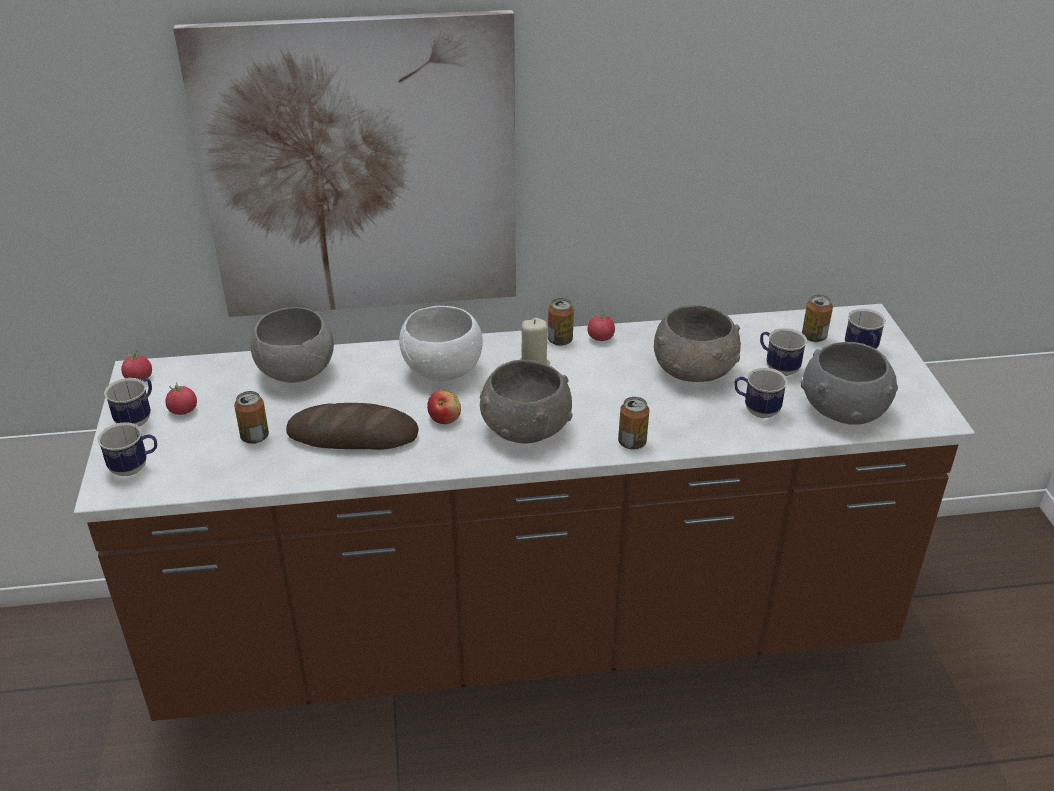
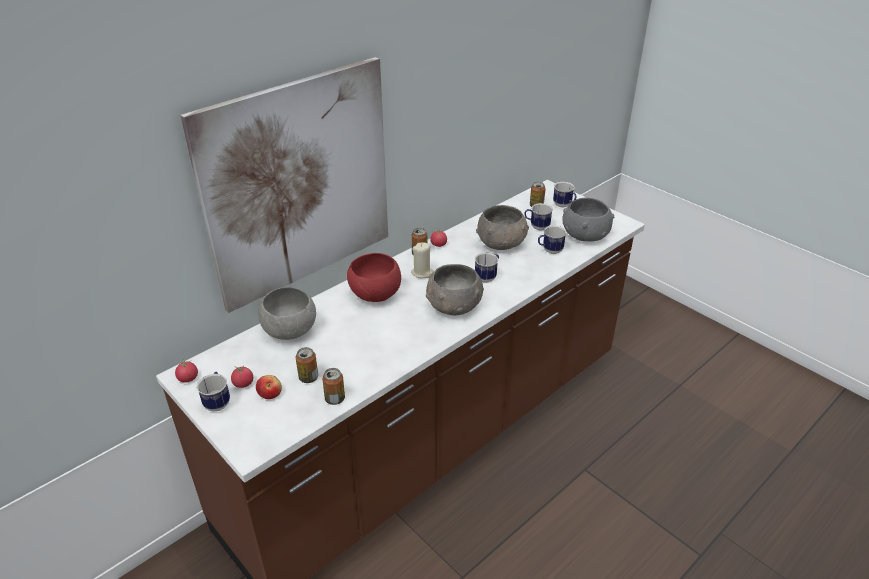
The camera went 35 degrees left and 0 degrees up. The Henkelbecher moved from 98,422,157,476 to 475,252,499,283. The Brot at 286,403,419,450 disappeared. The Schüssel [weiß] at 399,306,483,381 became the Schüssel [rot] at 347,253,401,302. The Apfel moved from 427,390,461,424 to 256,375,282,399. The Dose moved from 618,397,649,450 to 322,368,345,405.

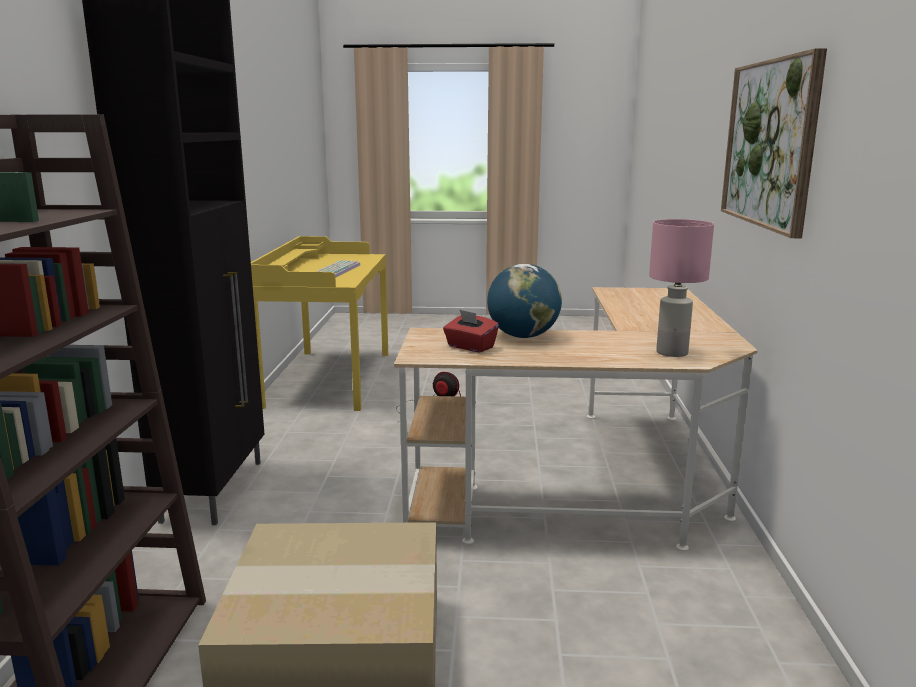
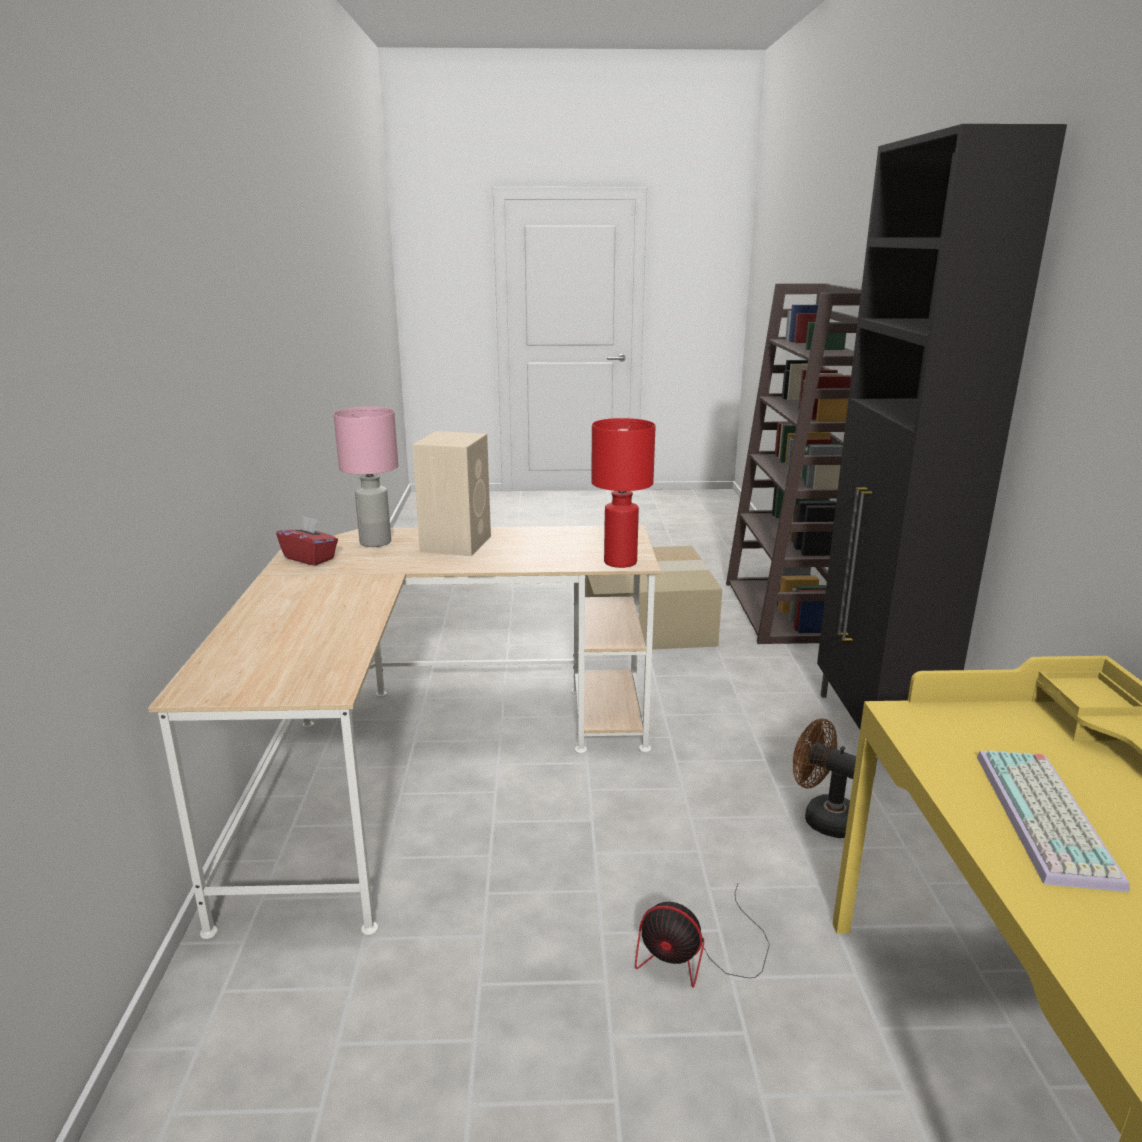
The camera went 175 degrees right and 5 degrees up. The Taschentuchbox [rot] moved from 443,309,499,352 to 276,516,338,566. The Globus at 487,264,562,338 disappeared. The Bild at 721,48,827,238 disappeared. The Lautsprecher [beige] at 412,431,491,556 appeared. The Tischlampe [rot] at 591,418,656,568 appeared. The Ventilator [braun] at 793,718,856,838 appeared.

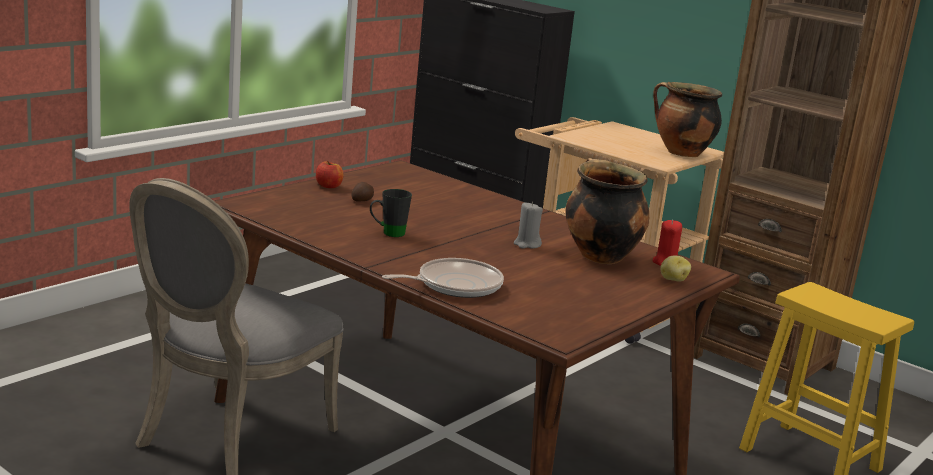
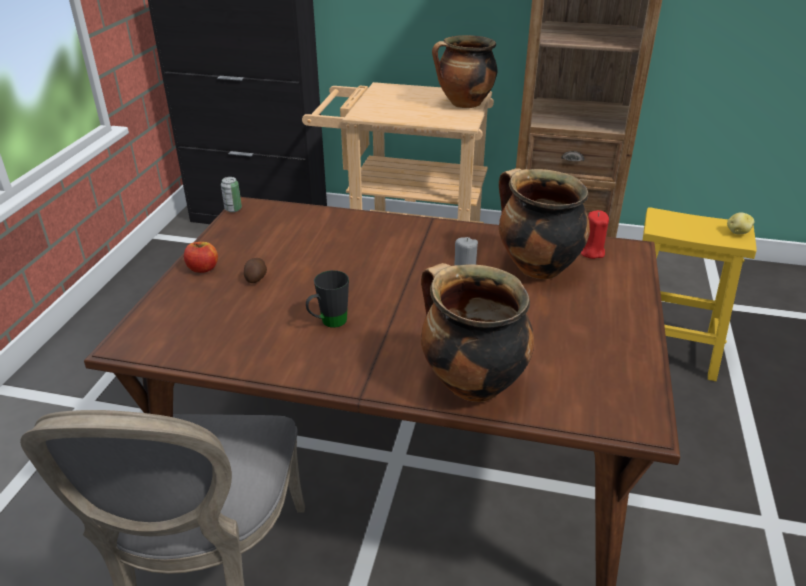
The camera went 25 degrees left and 15 degrees up. The Pfanne at 382,258,504,298 was replaced by the Kochtopf at 421,263,534,402. The Kartoffel moved from 660,256,691,282 to 727,212,754,234. The Dose at 221,177,242,212 appeared.

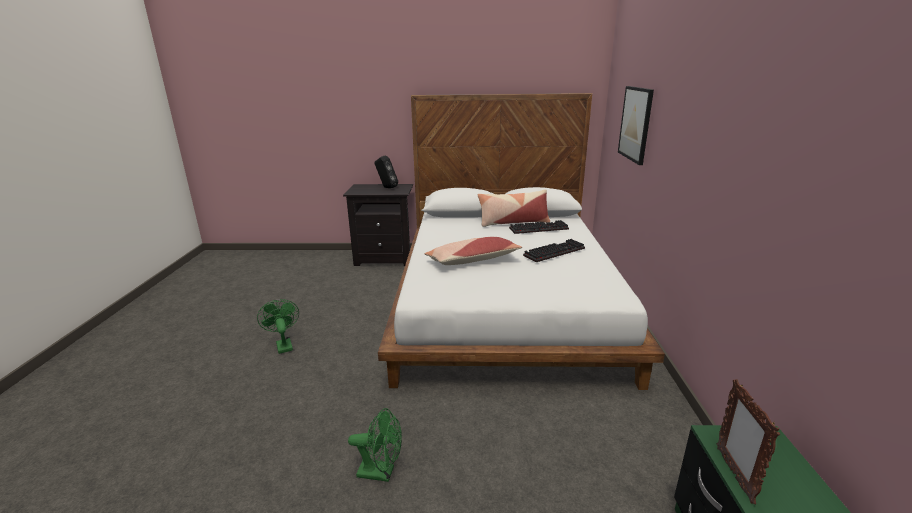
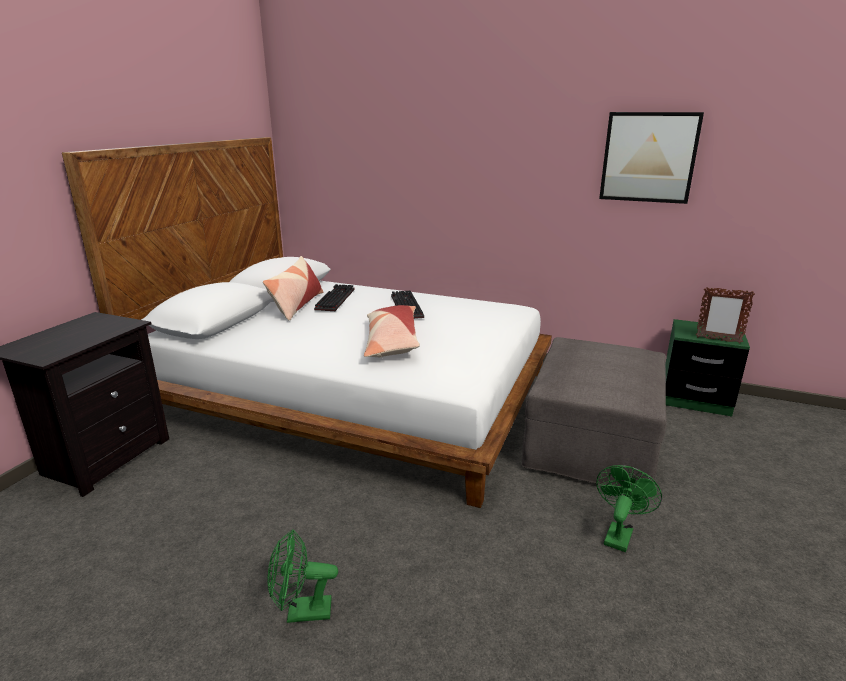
The camera went 70 degrees left and 0 degrees up. The Lautsprecher [schwarz] at 375,156,398,188 disappeared. The Bild moved from 618,86,654,165 to 599,112,704,204. The Polsterhocker [grau] at 522,337,667,487 appeared.

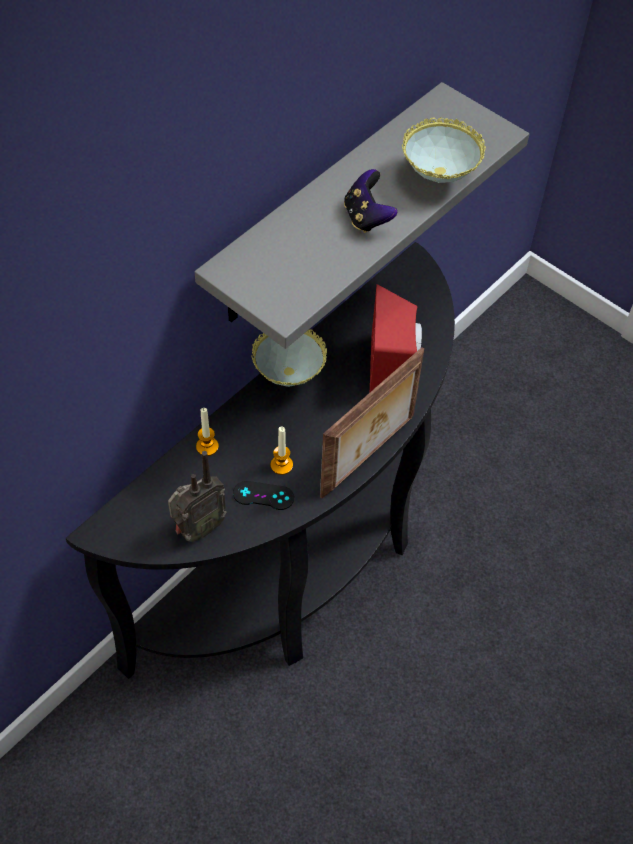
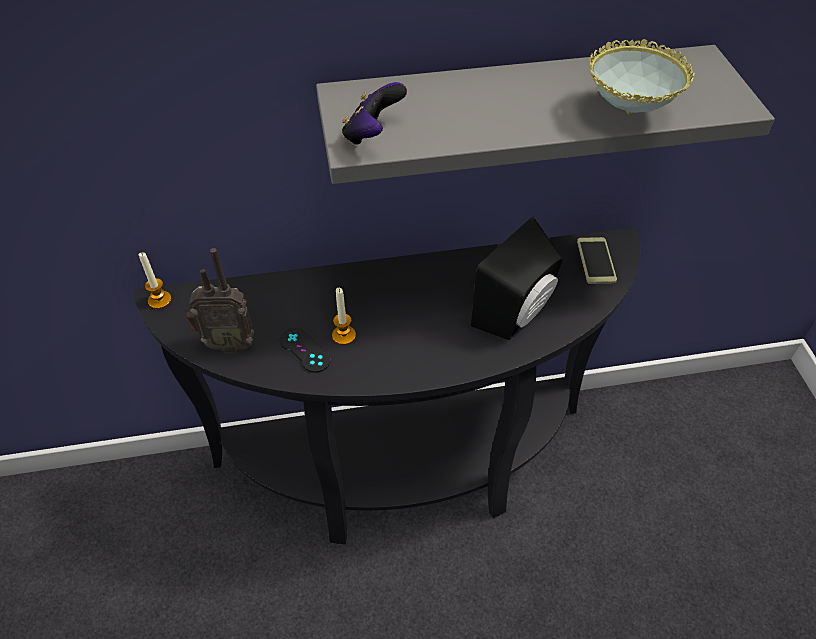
The camera went 40 degrees right and 5 degrees down. The Kerze moved from 196,408,219,456 to 139,252,171,309. The Schüssel at 251,329,327,387 disappeared. The Bilderrahmen at 320,347,424,498 disappeared. The Gamepad moved from 344,169,397,233 to 342,82,407,146. The Lautsprecher [rot] at 370,284,422,392 became the Lautsprecher [schwarz] at 471,216,563,340. The Handy at 577,237,617,284 appeared.

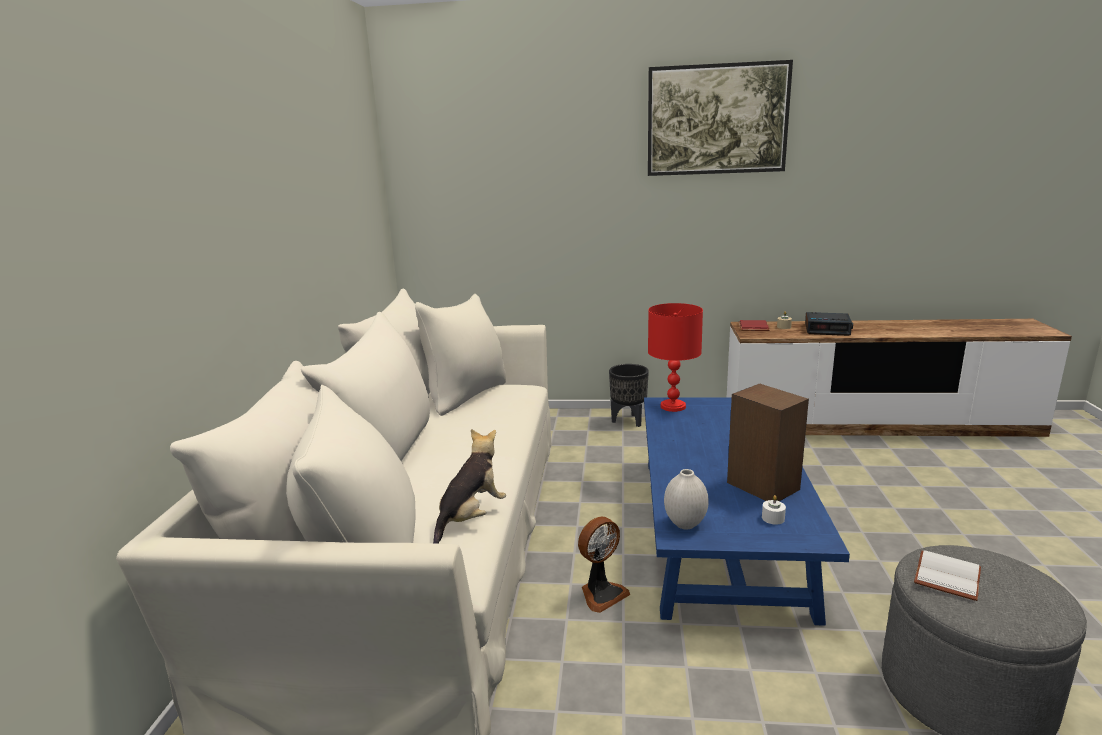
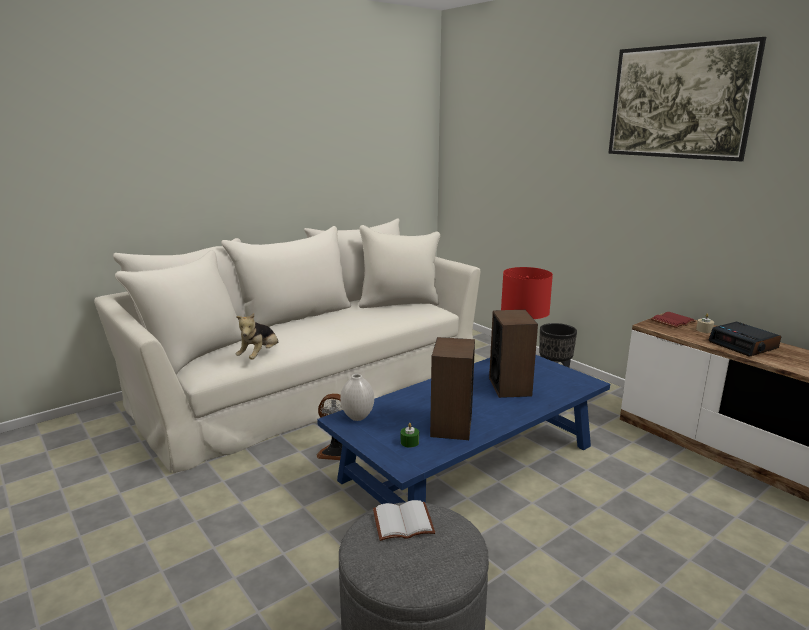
The camera went 45 degrees right and 0 degrees up. The Plüschtier at 433,429,506,544 turned 120 degrees clockwise. The Kerze [weiß] at 762,495,786,525 became the Kerze [grün] at 401,423,419,448. The Lautsprecher at 489,310,538,398 appeared.

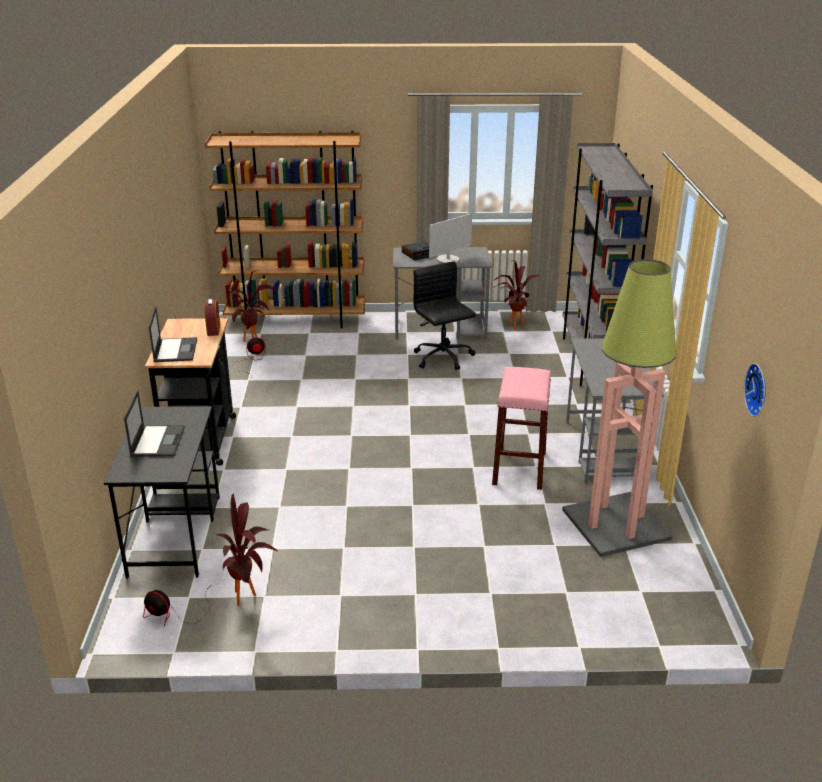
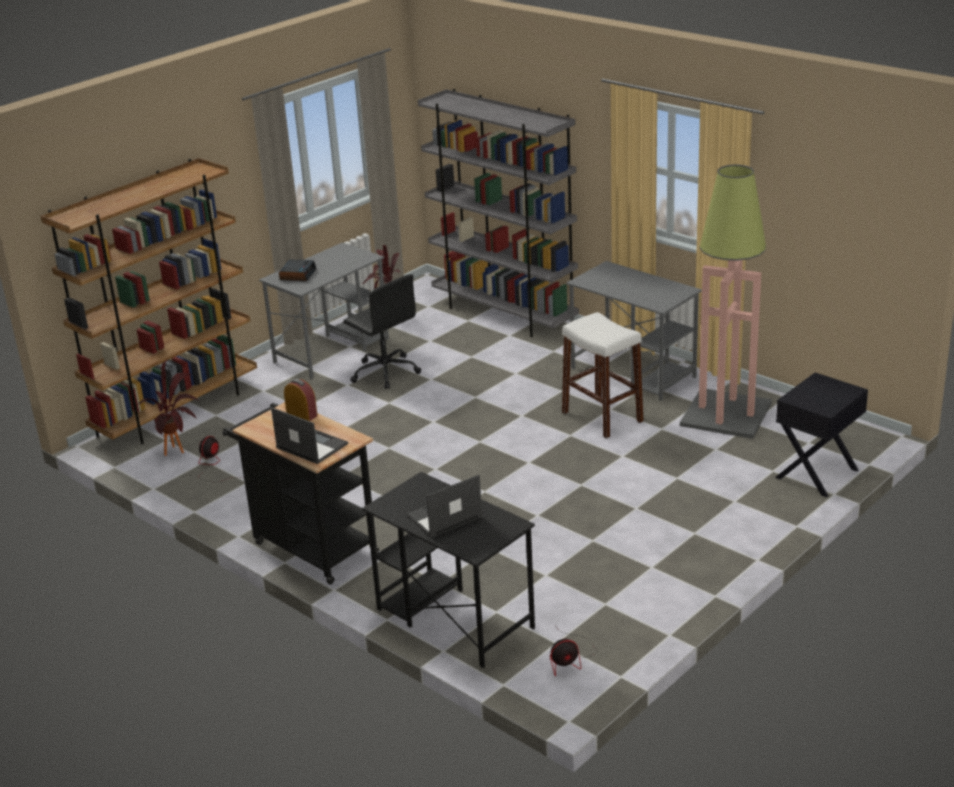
The camera went 45 degrees left and 0 degrees up. The Laptop at 124,390,185,457 turned 75 degrees counterclockwise. The Topfpflanze at 217,493,279,606 disappeared. The Bürostuhl [schwarz] at 413,262,476,370 turned 150 degrees counterclockwise. The Monitor at 429,213,472,263 disappeared. The Hocker [rosa] at 492,367,551,490 became the Hocker [weiß] at 562,312,644,439. The Wanduhr at 744,363,766,417 disappeared. The Nachttisch [schwarz] at 775,373,868,497 appeared.

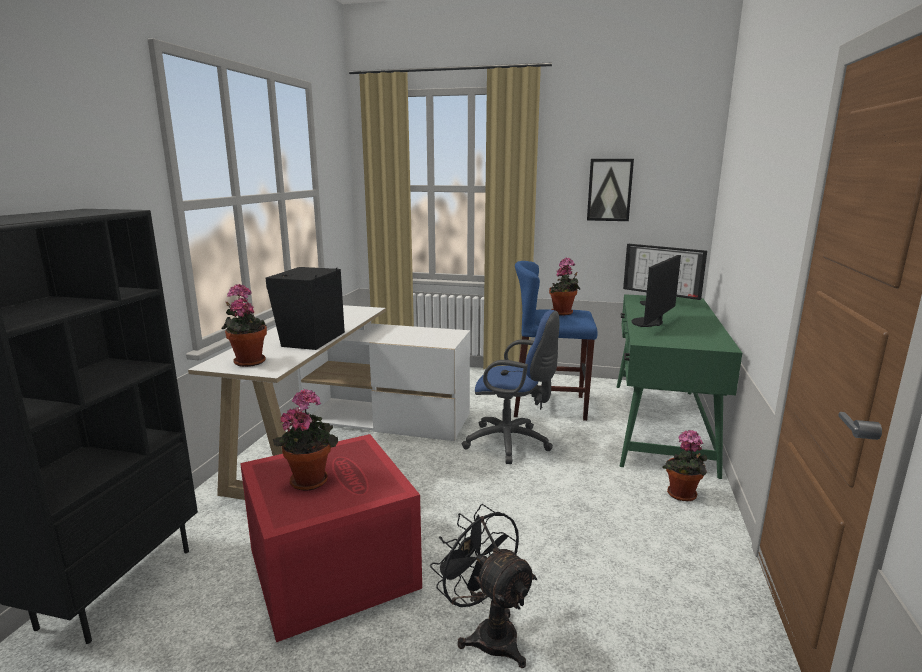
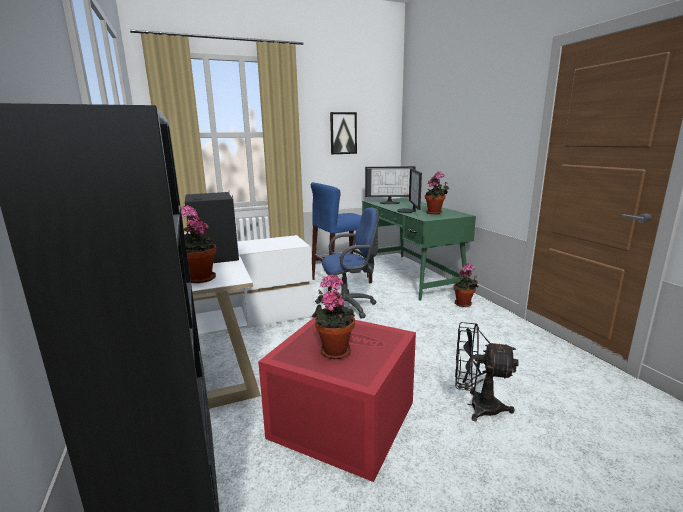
The camera went 35 degrees left and 0 degrees up. The Topfpflanze moved from 549,257,580,316 to 425,171,449,214.

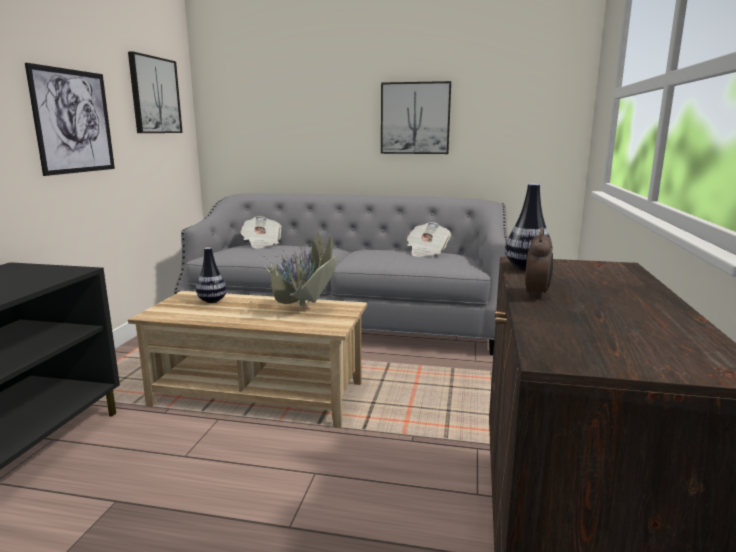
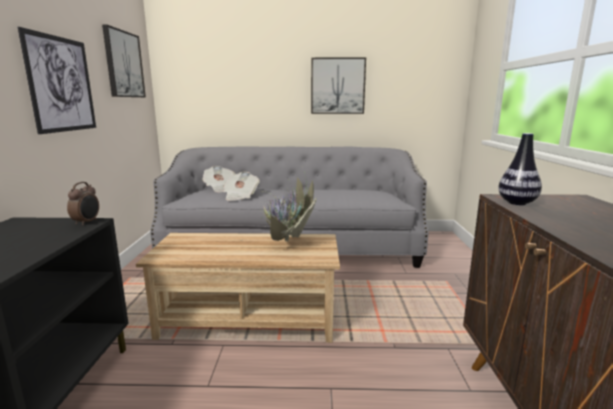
The camera went 10 degrees left and 0 degrees up. The Vase at 196,247,227,303 disappeared. The Zeitung moved from 407,222,451,257 to 223,172,260,201. The Wecker moved from 525,227,553,300 to 67,182,99,226.

